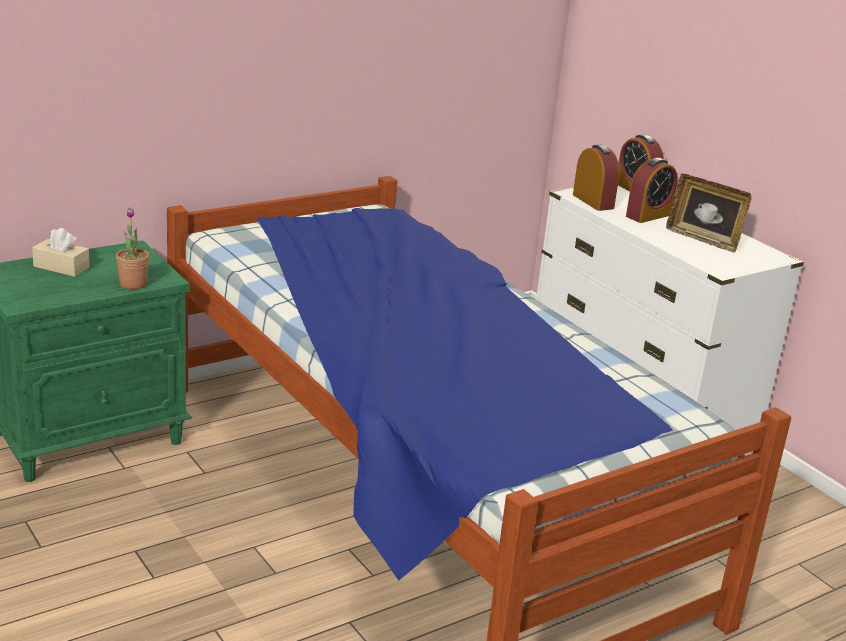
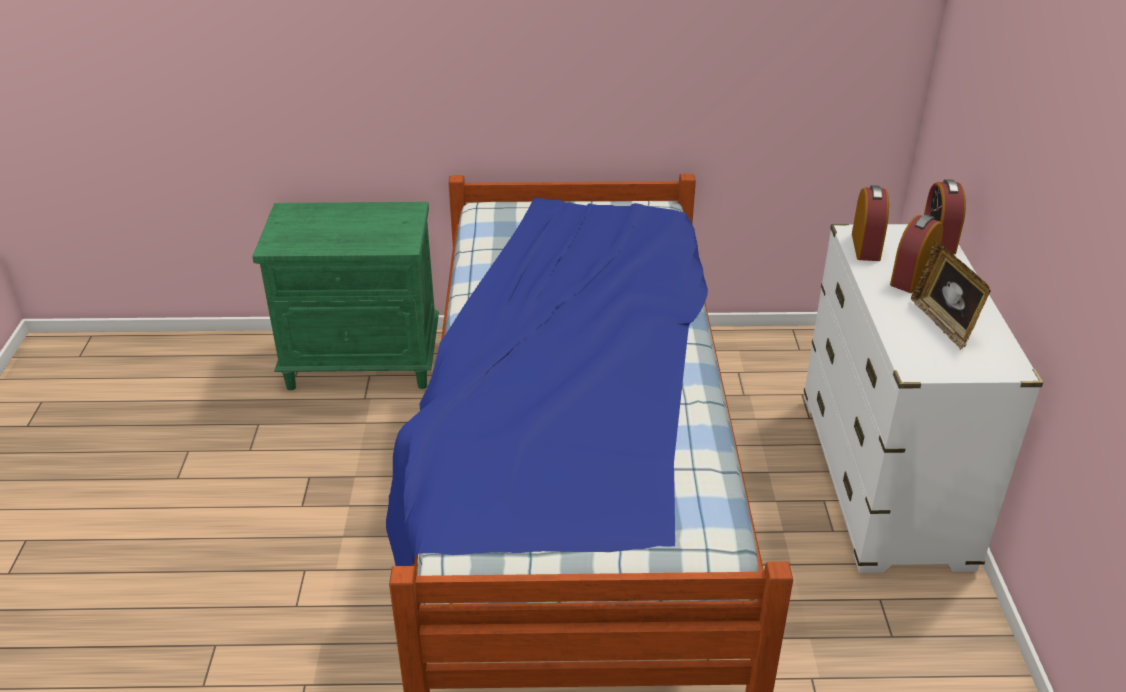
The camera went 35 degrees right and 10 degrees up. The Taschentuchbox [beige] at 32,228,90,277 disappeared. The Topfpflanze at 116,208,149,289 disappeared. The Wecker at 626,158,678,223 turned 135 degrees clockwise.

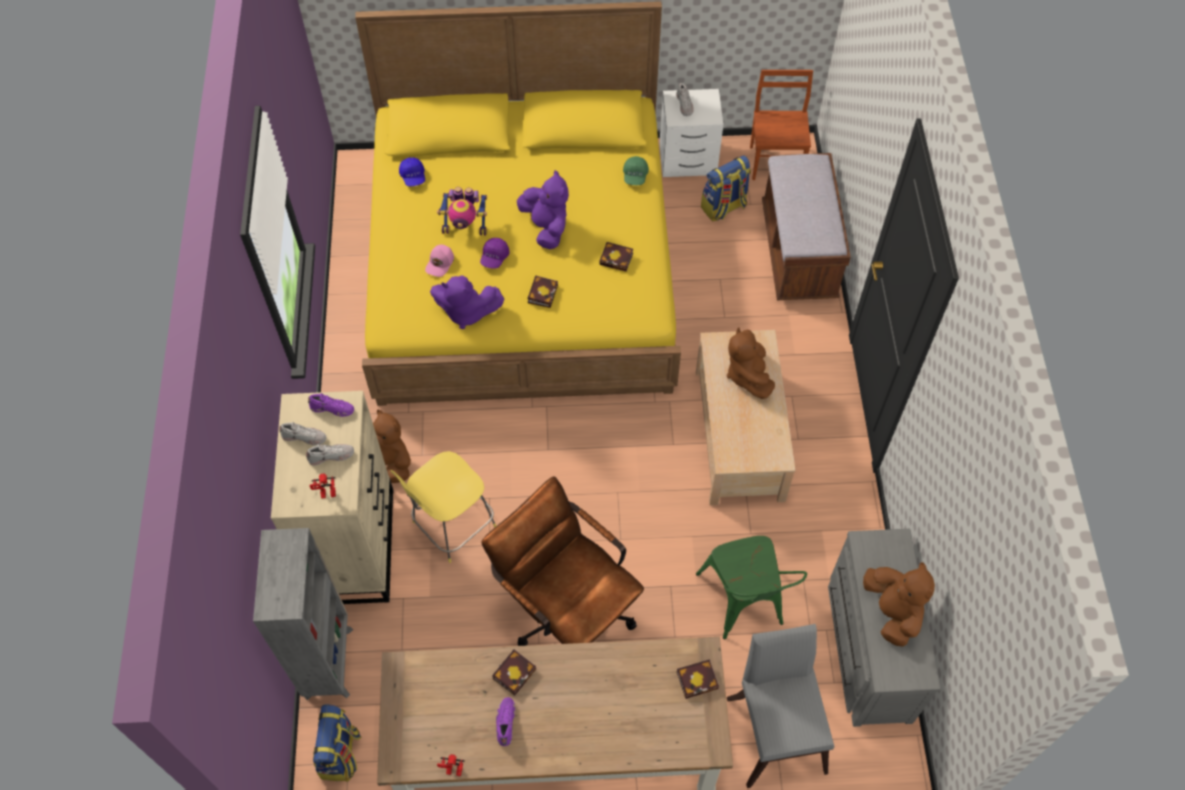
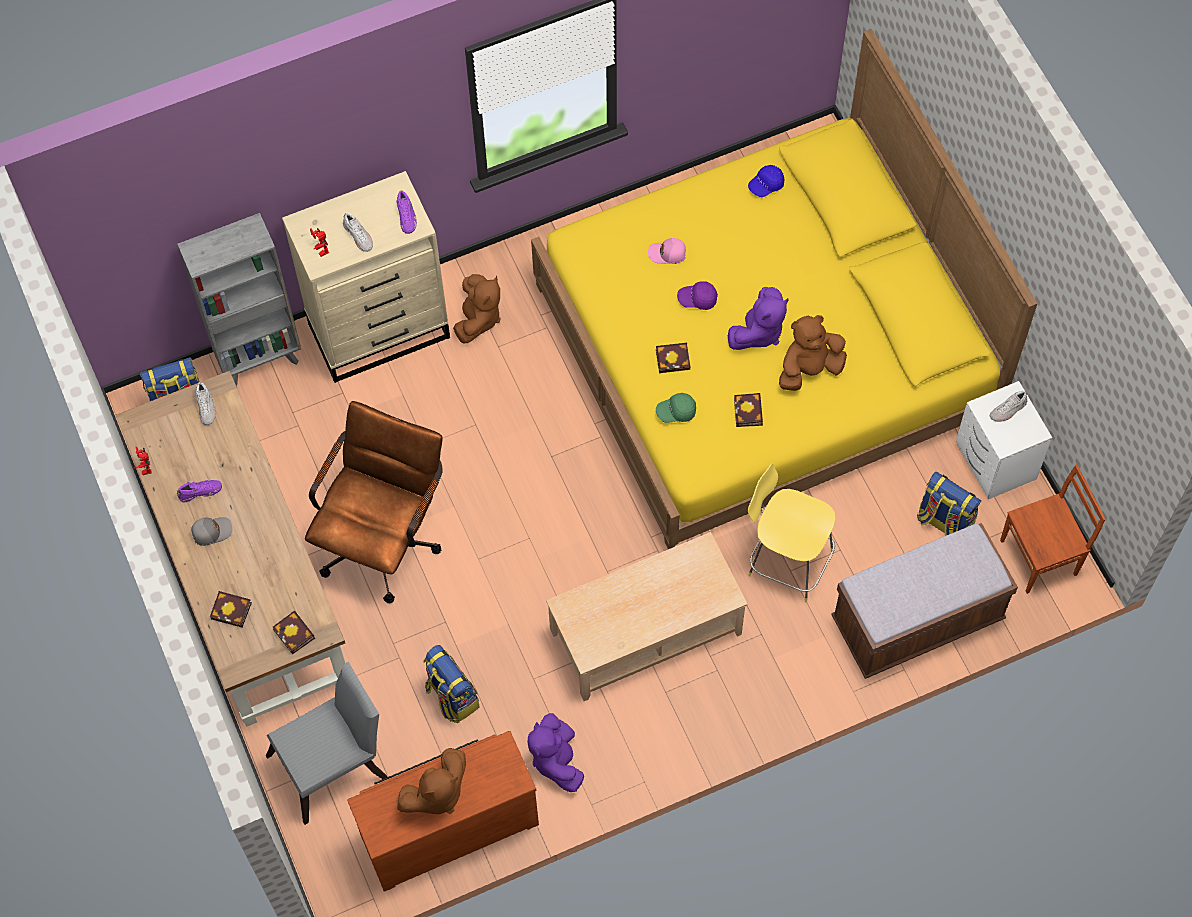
The camera went 70 degrees right and 5 degrees up. The Schuh [weiß] moved from 279,421,326,445 to 196,382,216,425. The Hocker [gelb] moved from 390,451,496,563 to 748,463,835,602. The Plüschtier [lila] moved from 430,275,505,329 to 528,713,584,792. The Spielzeugroboter at 437,187,487,235 disappeared. The Buch moved from 492,649,536,695 to 210,591,252,628. The Kappe [grün] moved from 623,156,649,185 to 656,393,696,423. The Stuhl [grün] at 696,536,807,639 was replaced by the Rucksack at 423,645,479,723. The Plüschtier [braun] moved from 727,327,775,399 to 779,315,847,391. The Kommode [grau] at 828,529,941,727 became the Kommode [braun] at 347,731,539,892. The Kappe [grau] at 191,517,232,546 appeared.

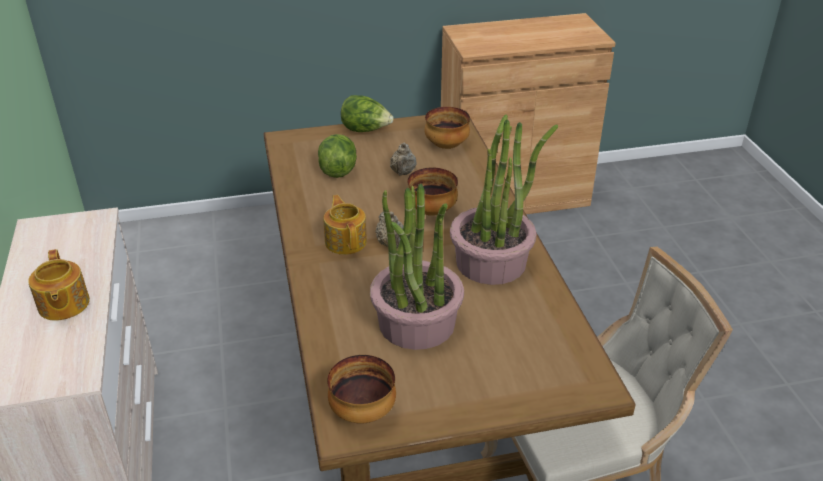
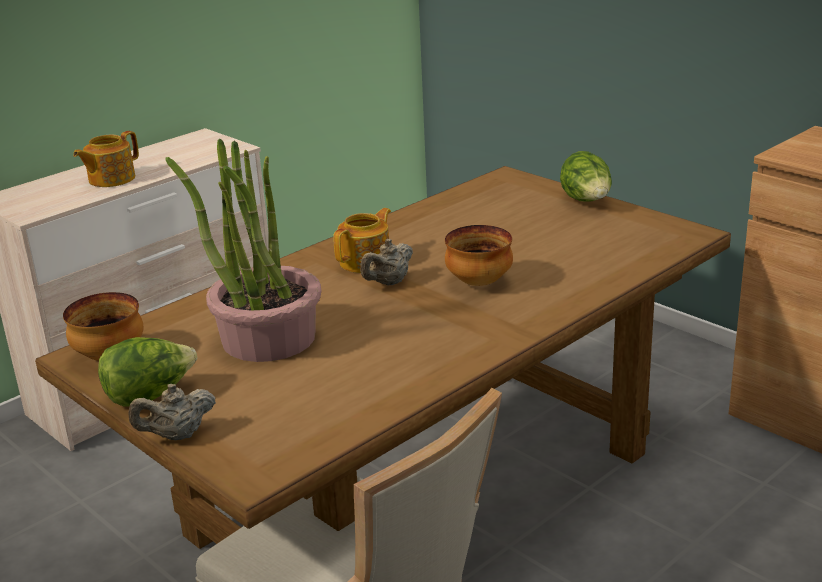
The camera went 60 degrees right and 10 degrees down. The Salatkopf moved from 318,134,357,178 to 98,337,197,406. The Teekanne [beige] moved from 390,143,417,175 to 128,384,216,440. The Schüssel at 424,107,470,149 disappeared. The Topfpflanze at 450,114,558,285 disappeared.

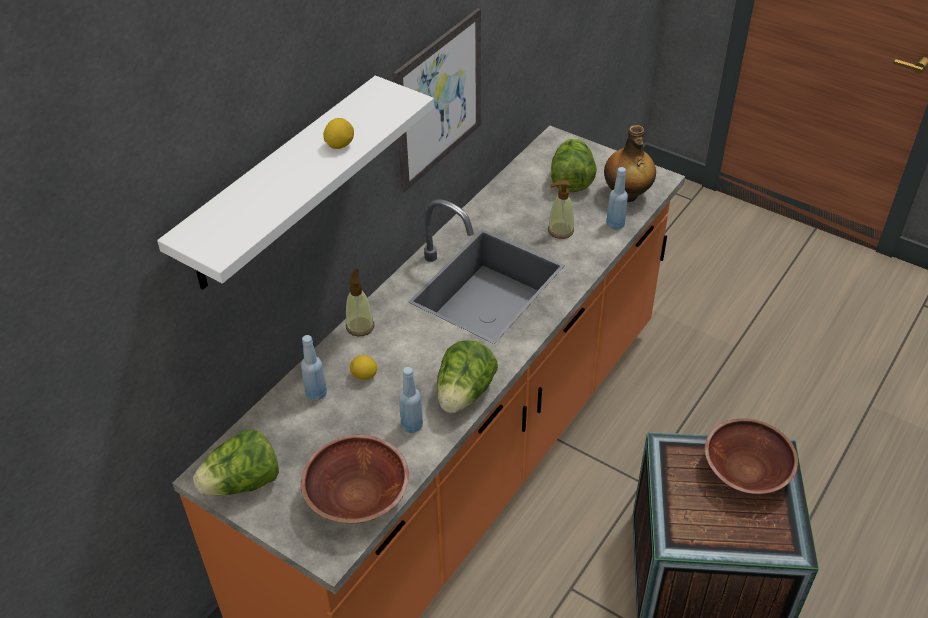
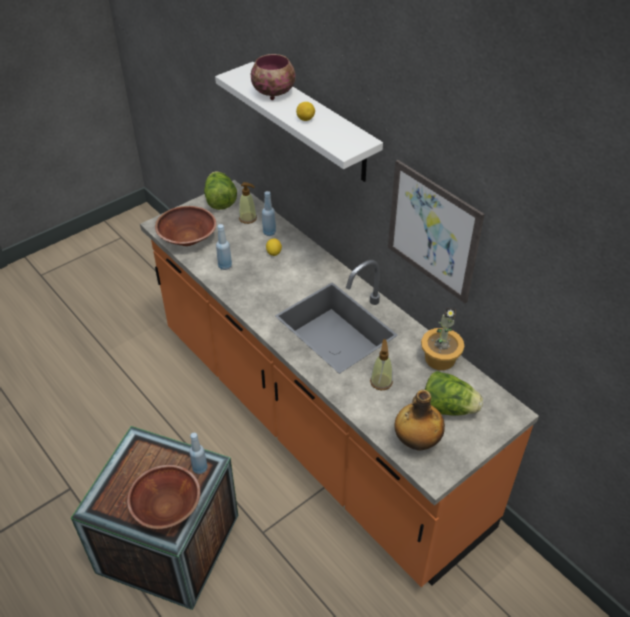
The camera went 105 degrees right and 0 degrees up. The Seifenspender moved from 346,269,374,337 to 239,182,257,224. The Salatkopf at 437,340,498,413 disappeared. The Flasche [blau] moved from 606,167,628,230 to 189,433,207,474. The Schüssel at 251,54,296,100 appeared. The Topfpflanze at 421,308,464,370 appeared.

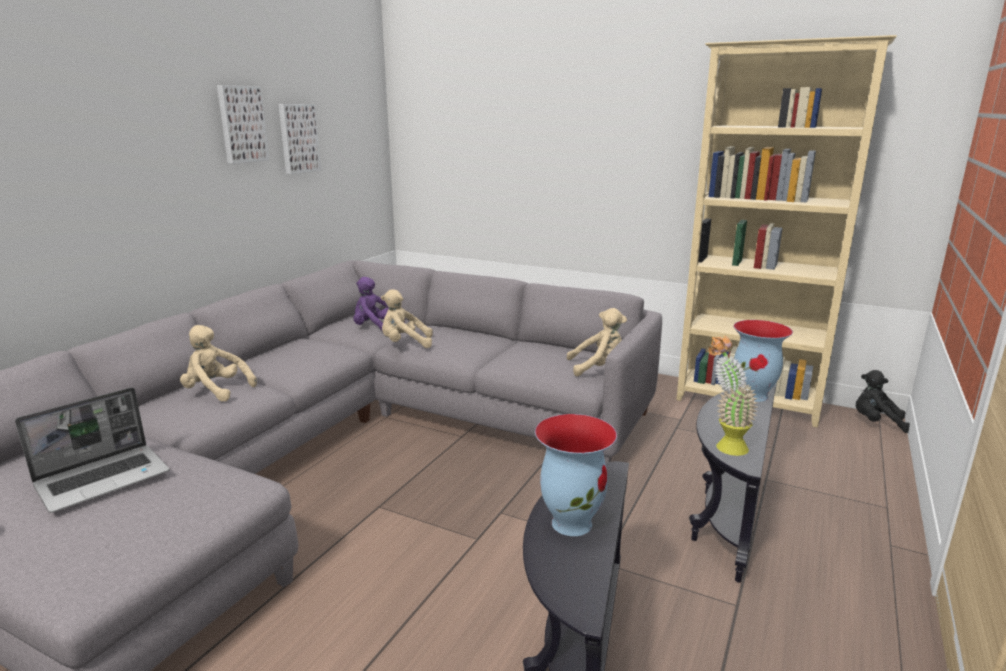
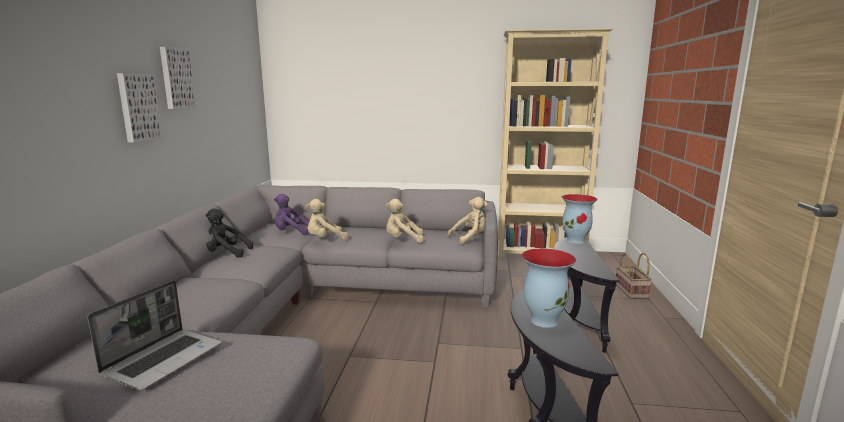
The camera went 20 degrees left and 5 degrees down. The Plüschtier [beige] moved from 180,325,257,402 to 386,199,424,243. The Bild moved from 278,104,321,174 to 117,73,163,143. The Topfpflanze at 708,336,758,456 disappeared. The Plüschtier [schwarz] moved from 856,370,910,433 to 206,209,253,258. The Korb at 616,253,652,299 appeared.

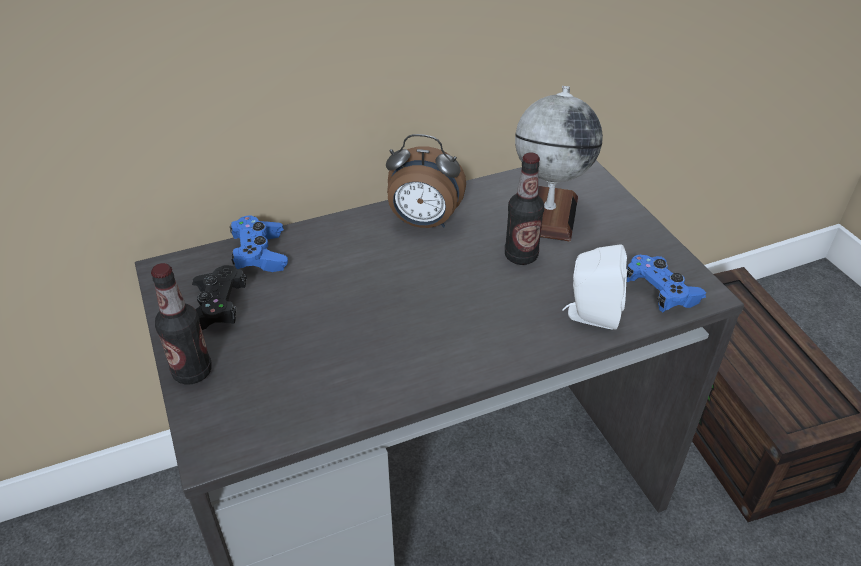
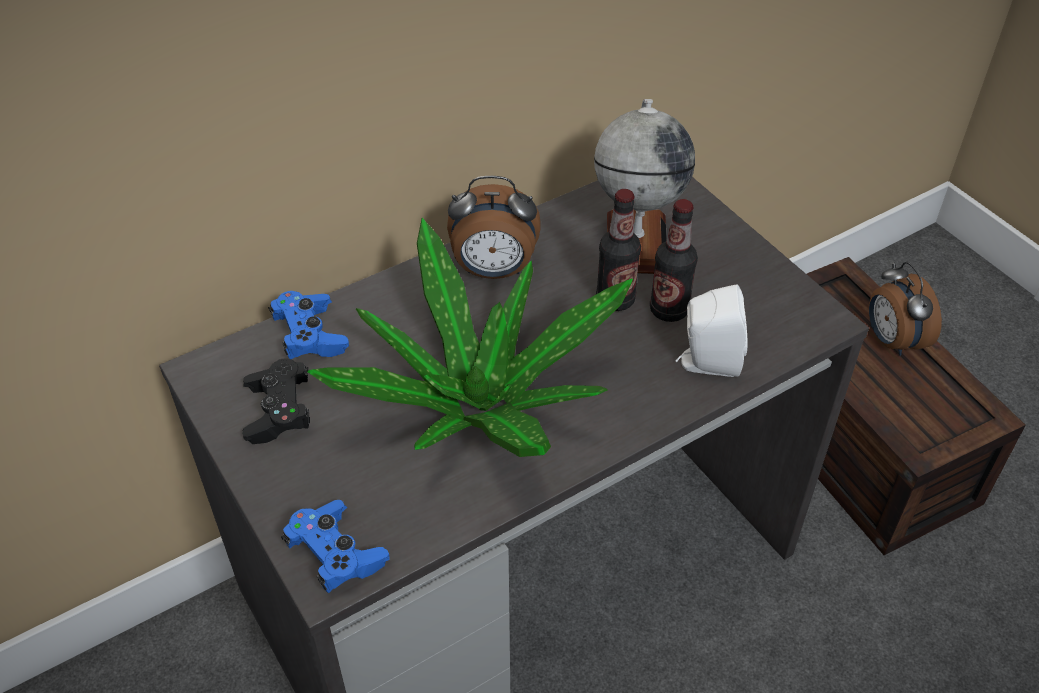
The camera went 10 degrees left and 5 degrees up. The Flasche moved from 151,263,212,385 to 650,199,698,322. The Gamepad [blau] moved from 627,255,706,312 to 281,500,389,593. The Topfpflanze at 308,218,633,457 appeared. The Wecker at 869,262,942,356 appeared.

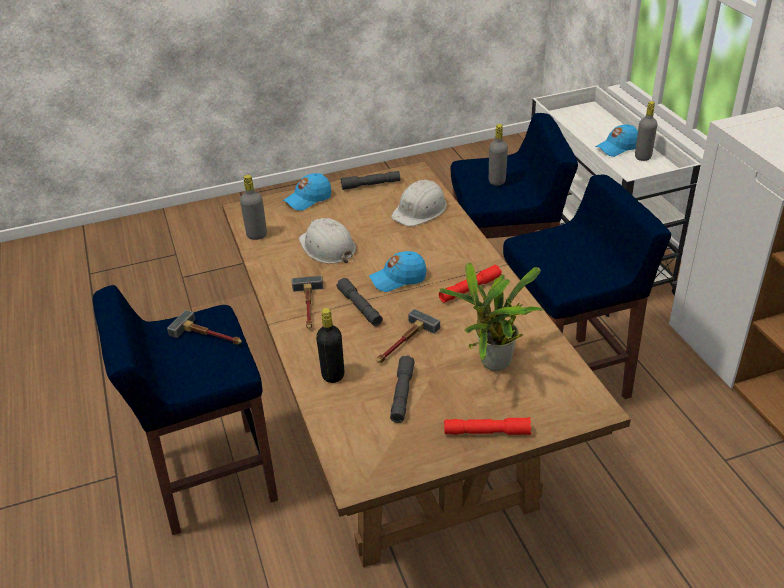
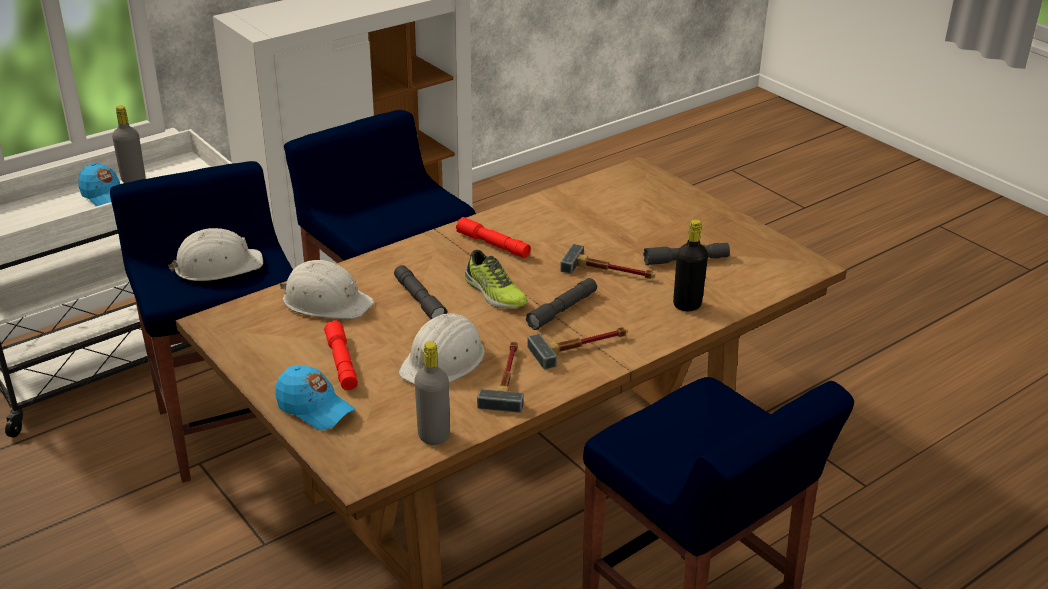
The camera went 110 degrees left and 5 degrees down. The Hammer moved from 167,310,242,345 to 477,342,524,413. The Taschenlampe [grau] moved from 340,171,400,190 to 394,265,448,319. The Kappe [blau] at 369,251,426,292 was replaced by the Schuh at 465,250,528,309. The Topfpflanze at 439,262,543,371 disappeared. The Taschenlampe [rot] moved from 444,417,531,435 to 324,320,358,390. The Flasche [grau] at 489,124,508,186 was replaced by the Schutzhelm [weiß] at 168,228,263,281.

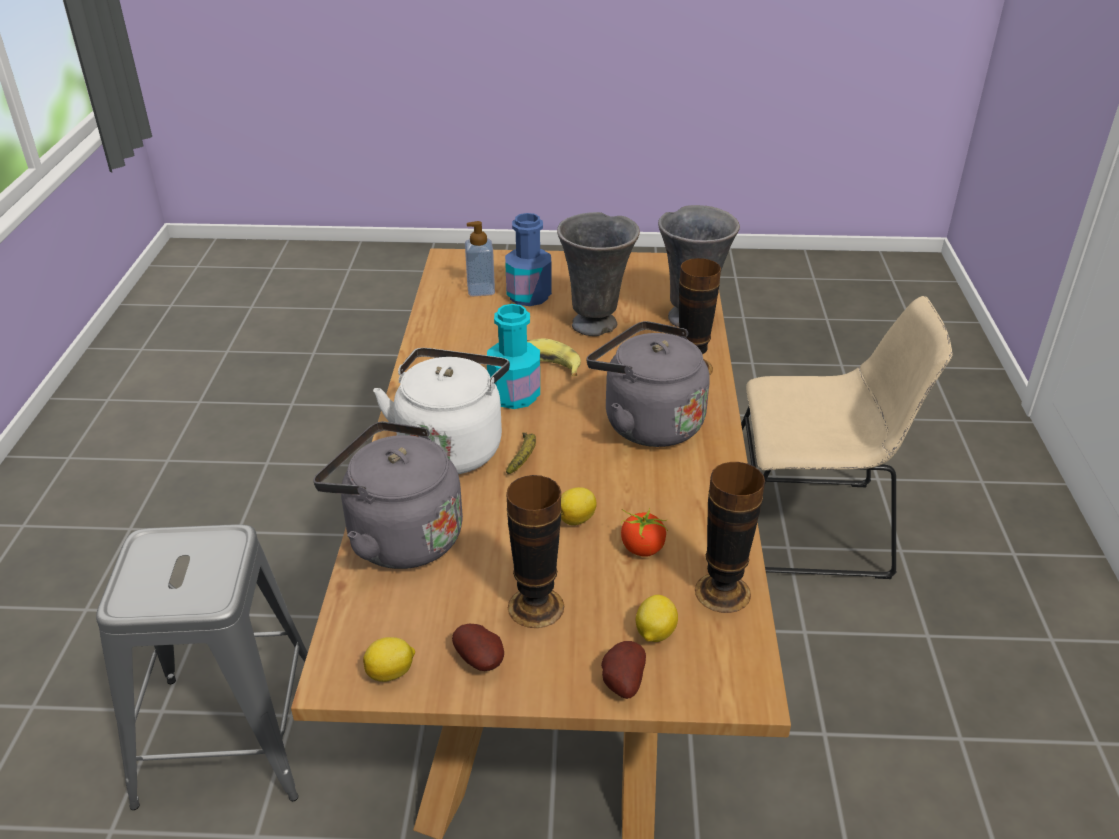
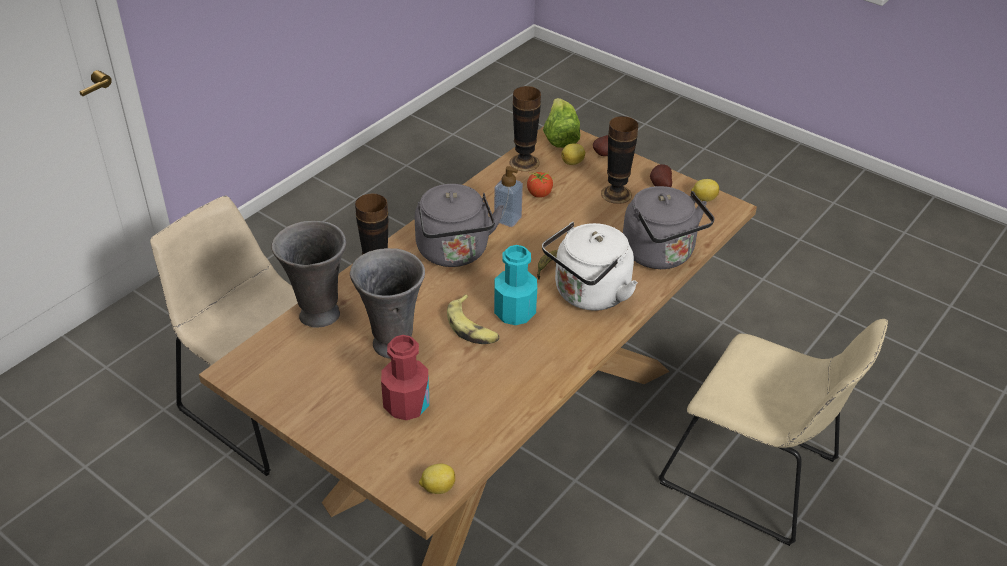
The camera went 145 degrees left and 5 degrees up. The Hocker [grau] at 96,524,308,810 was replaced by the Stuhl [beige] at 658,319,888,546. The Seifenspender moved from 465,221,495,296 to 494,166,523,227. The Flasche [blau] at 505,213,552,306 became the Flasche [rot] at 381,335,429,420. The Zitrone moved from 561,487,597,525 to 419,464,455,494. The Salatkopf at 543,98,580,148 appeared.

